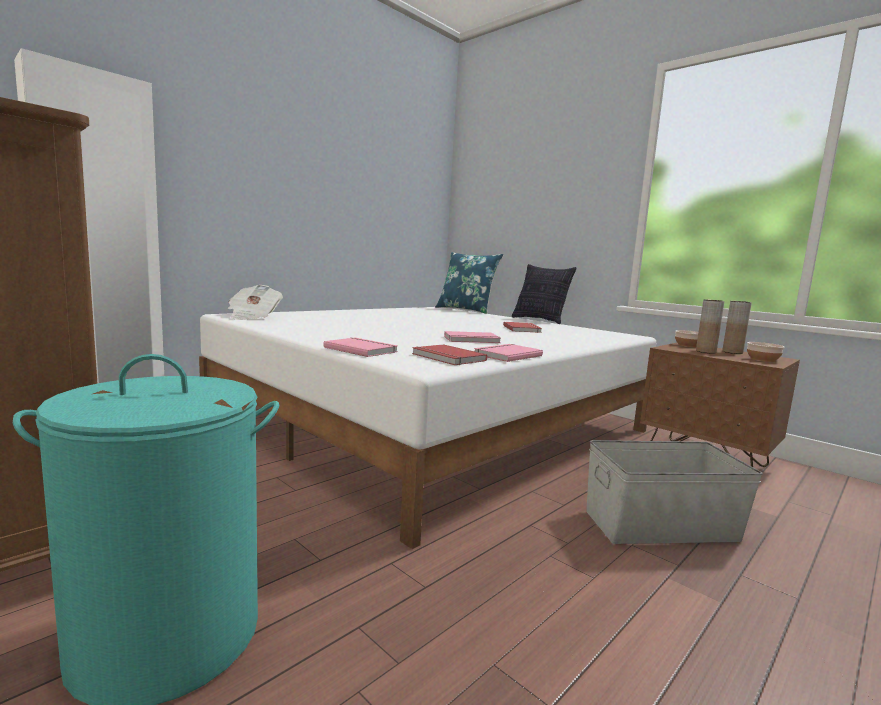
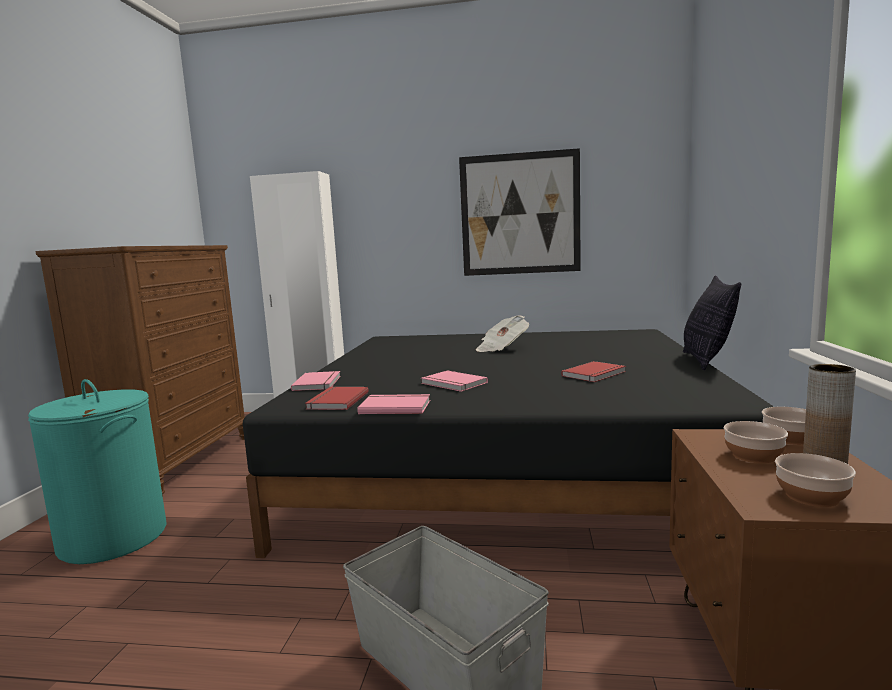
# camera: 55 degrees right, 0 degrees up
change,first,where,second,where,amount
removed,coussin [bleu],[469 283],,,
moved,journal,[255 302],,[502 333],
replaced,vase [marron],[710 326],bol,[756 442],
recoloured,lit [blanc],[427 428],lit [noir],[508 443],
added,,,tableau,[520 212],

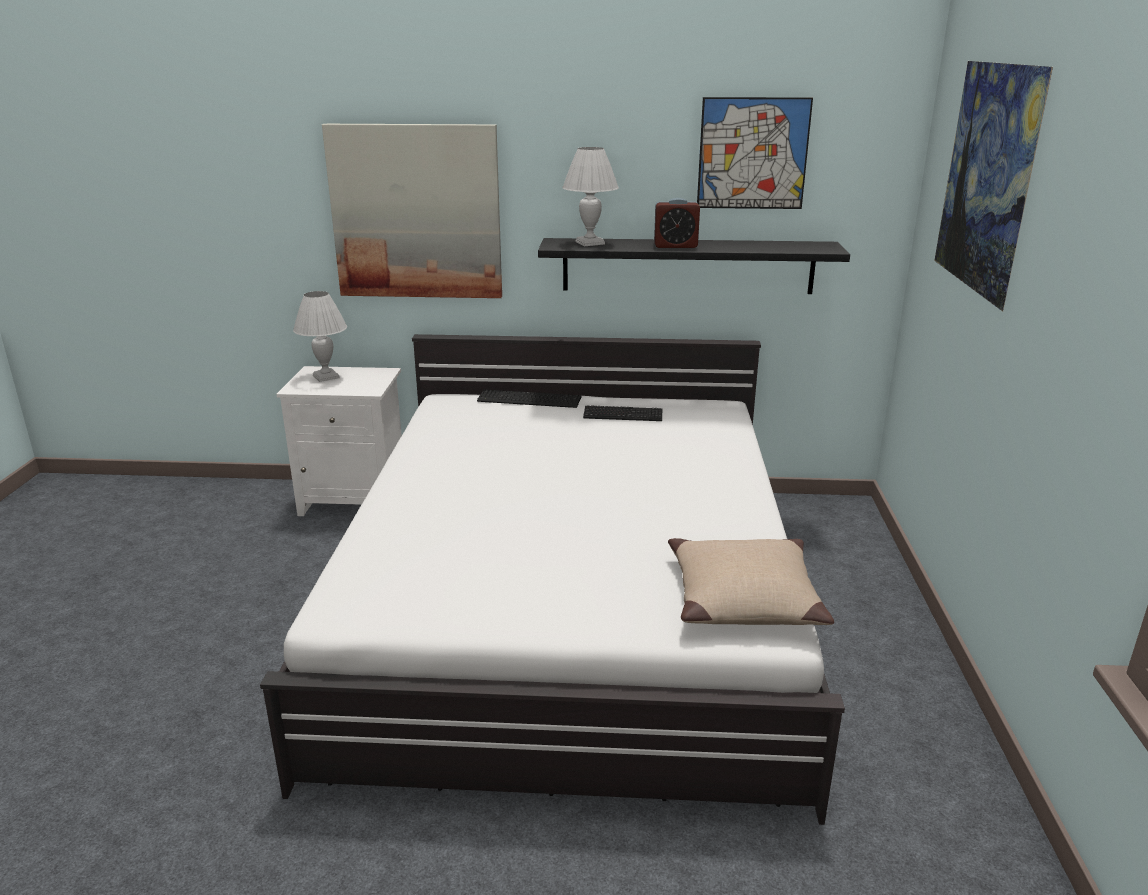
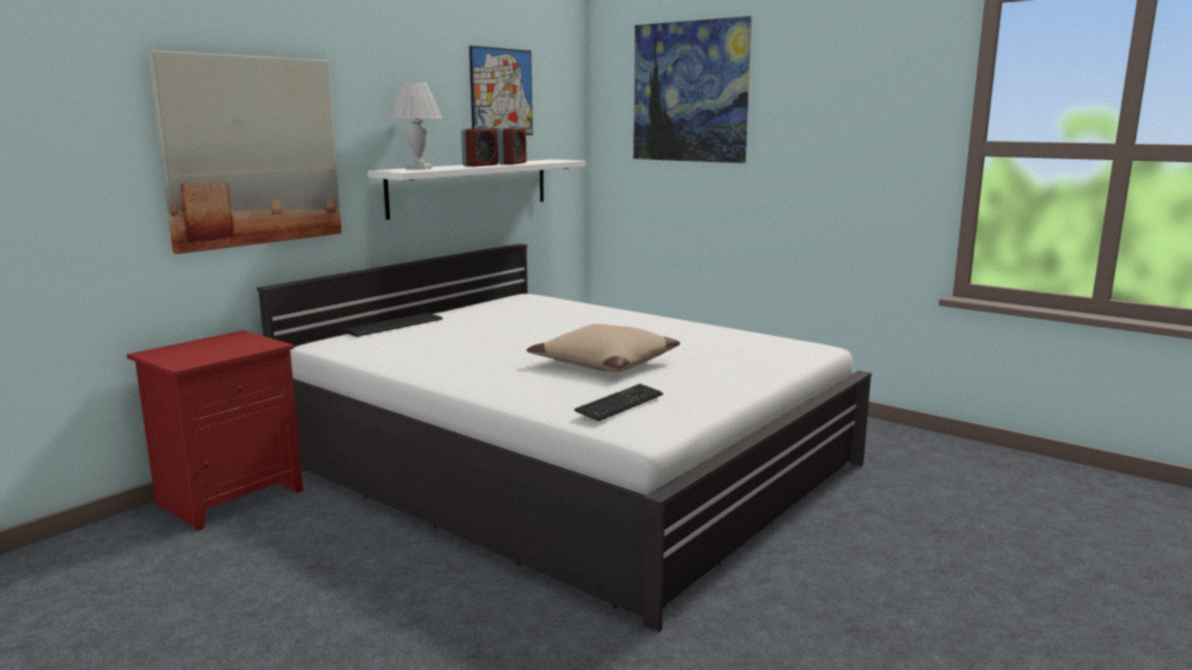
# camera: 55 degrees left, 10 degrees down
change,first,where,second,where,amount
recoloured,étagère [noir],[694 266],étagère [blanc],[476 189],
removed,lampe de table [blanc],[320 336],,,
recoloured,table de chevet [blanc],[339 441],table de chevet [rouge],[215 430],
moved,clavier,[622 413],,[618 402],
moved,coussin [beige],[751 581],,[603 348],
added,,,réveil,[512 144],

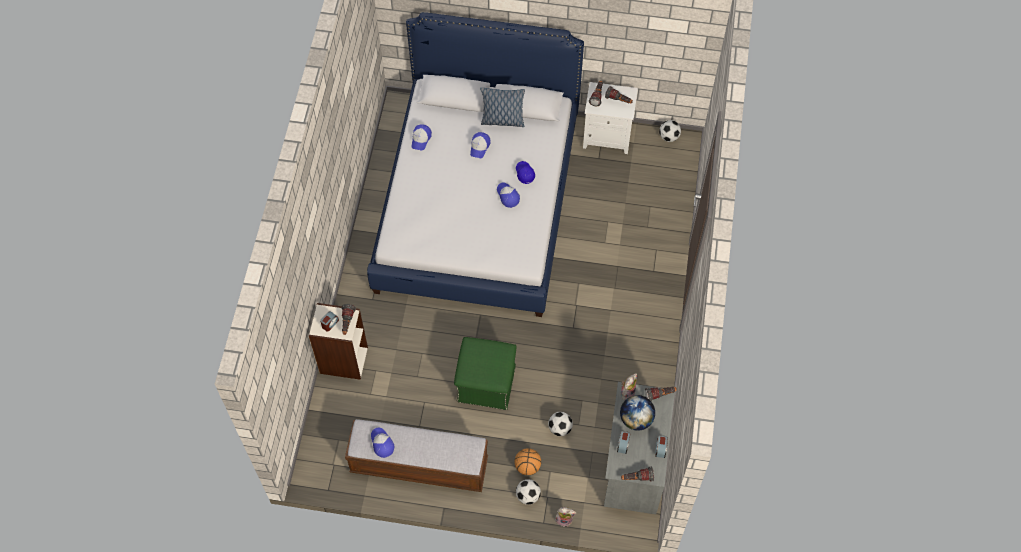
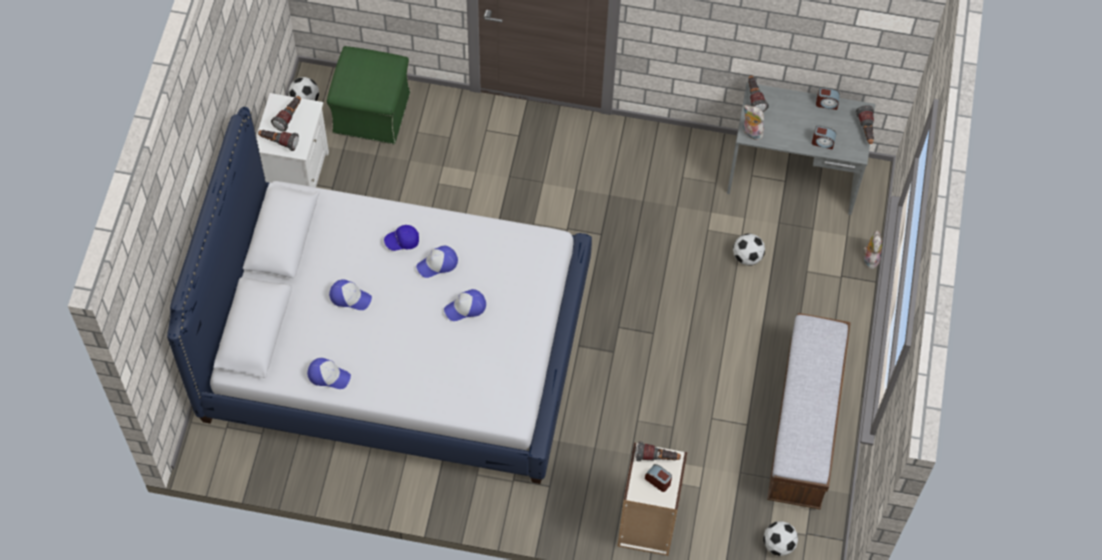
# camera: 90 degrees left, 0 degrees up
change,first,where,second,where,amount
removed,coussin,[502 107],,,
moved,pouf [vert],[485 373],,[369 95],
removed,globe,[637 413],,,
moved,casquette,[382 443],,[465 305],
removed,ballon de basket,[528 461],,,
moved,ballon de foot,[528 492],,[780 538],

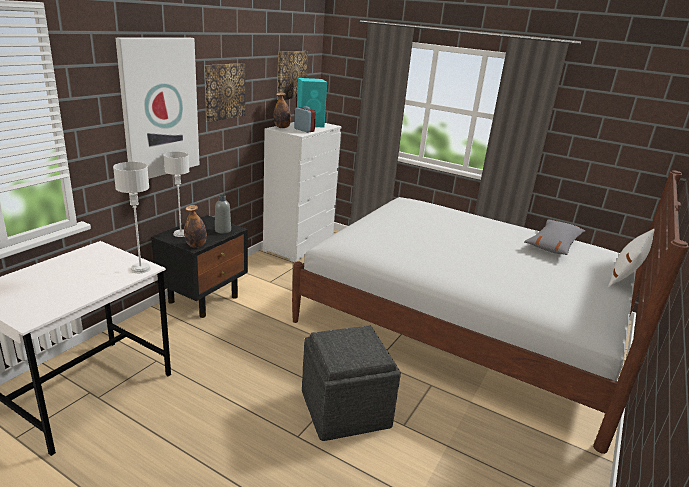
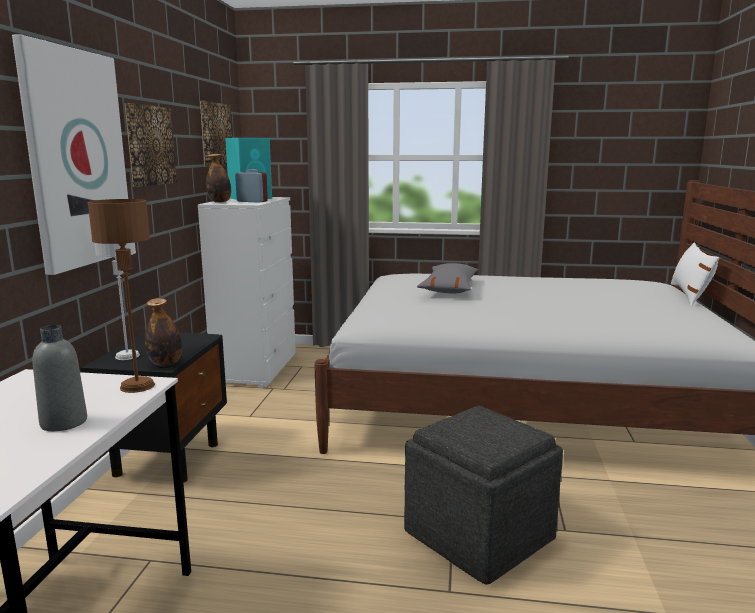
# camera: 20 degrees left, 10 degrees down
change,first,where,second,where,amount
recoloured,lampe de table [gris],[132 217],lampe de table [marron],[121 296],
moved,bouteille [gris],[223 214],,[59 378],
moved,coussin [gris],[554 237],,[447 278],

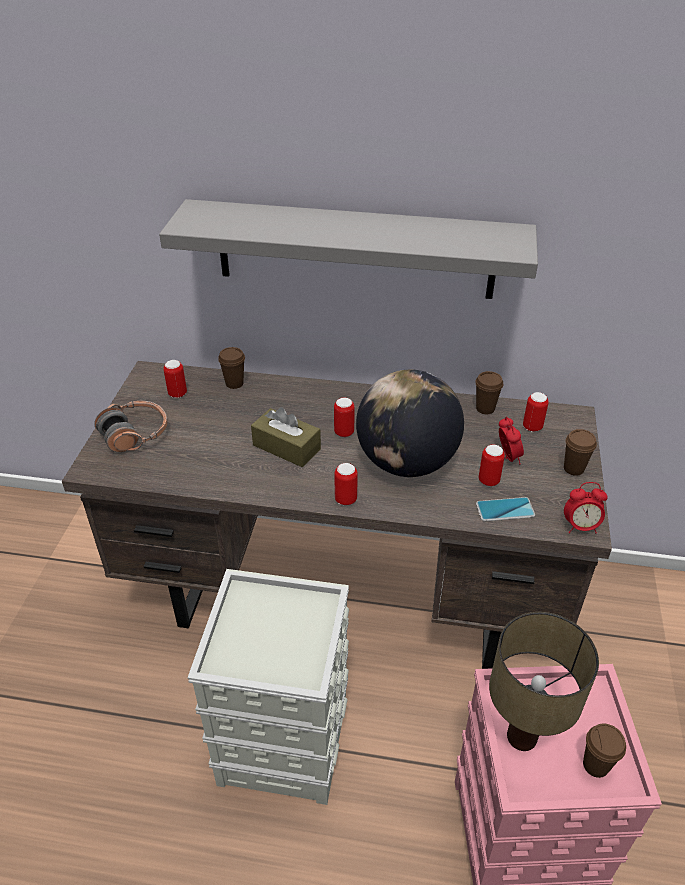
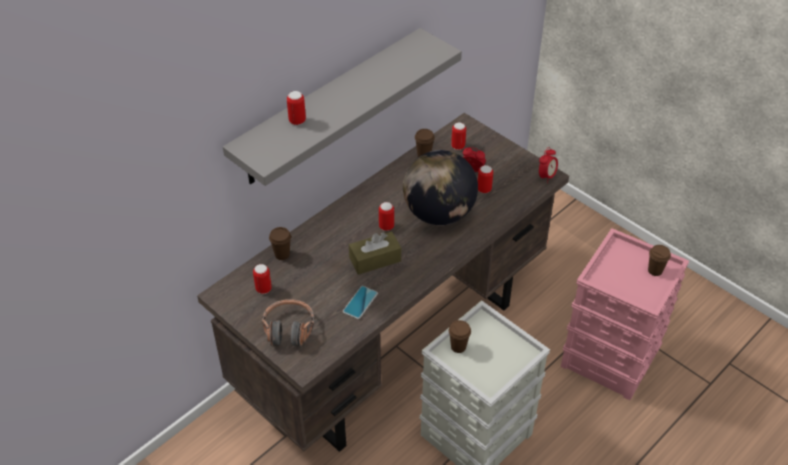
# camera: 55 degrees left, 5 degrees up
change,first,where,second,where,amount
moved,tasse [marron],[580 452],,[460 336],
moved,boîte métallique,[346 484],,[296 108],
moved,téléphone,[505 509],,[360 302],
removed,lampe de table,[544 681],,,

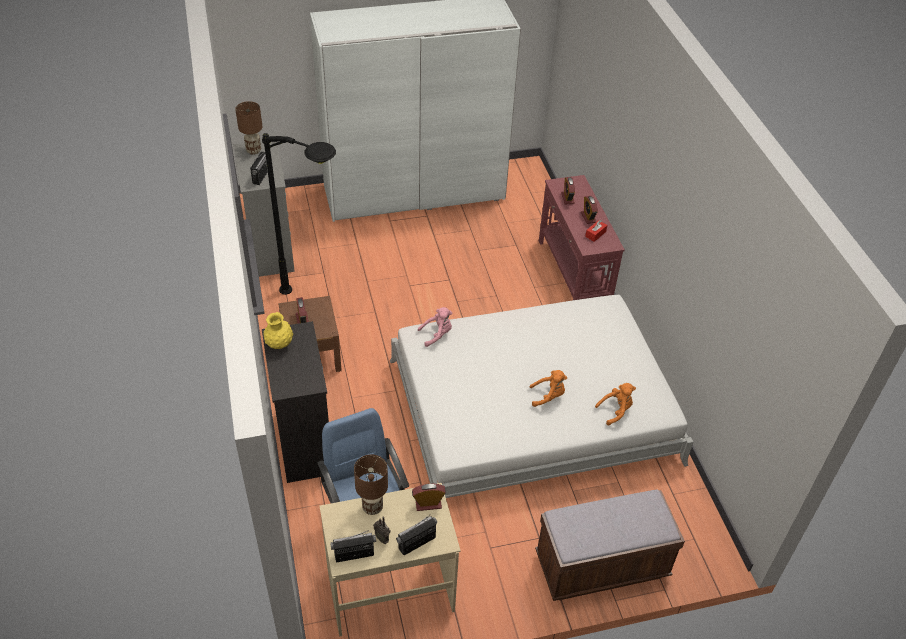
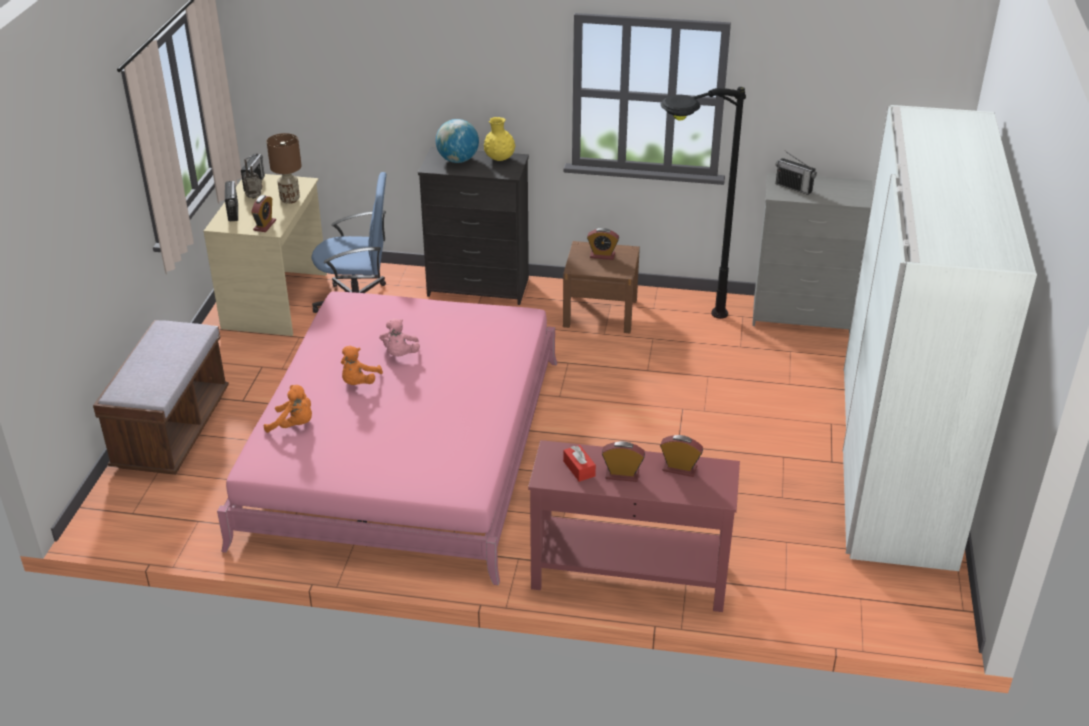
# camera: 115 degrees right, 10 degrees down
change,first,where,second,where,amount
removed,lampe de table [marron],[249 128],,,
recoloured,lit [blanc],[541 396],lit [rose],[387 438],
moved,peluche [rose],[435 327],,[399 337],
turned,peluche [orange],[615 404],,[288 409],75 degrees counterclockwise
added,,,globe,[457 141],

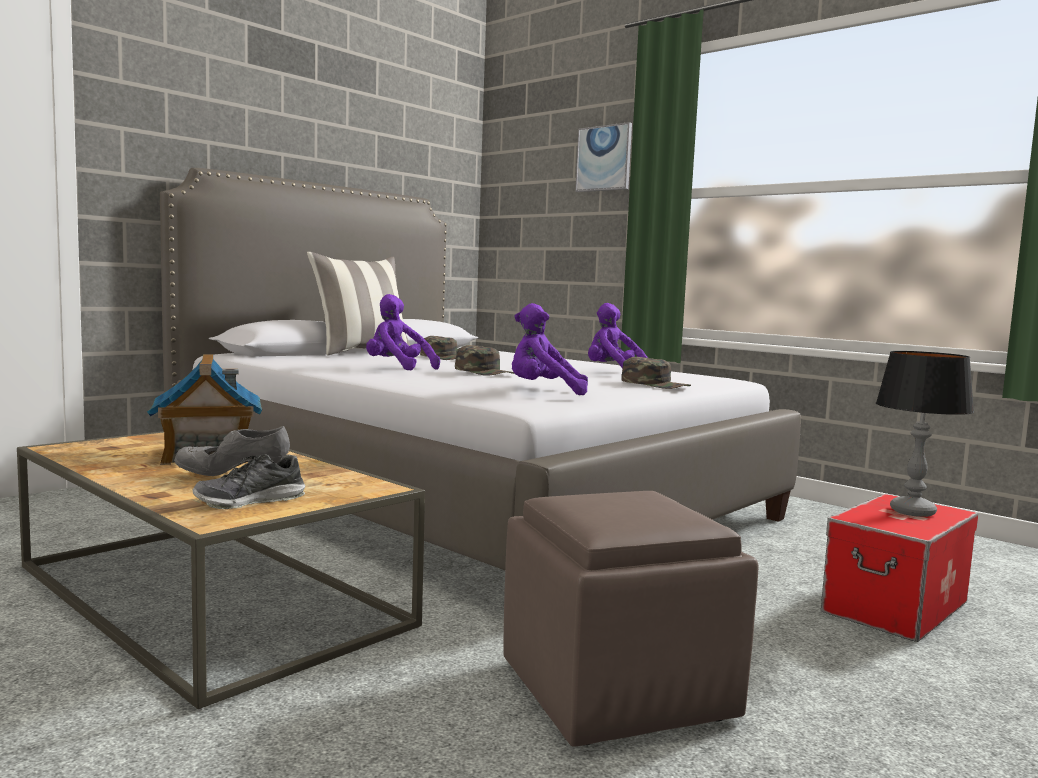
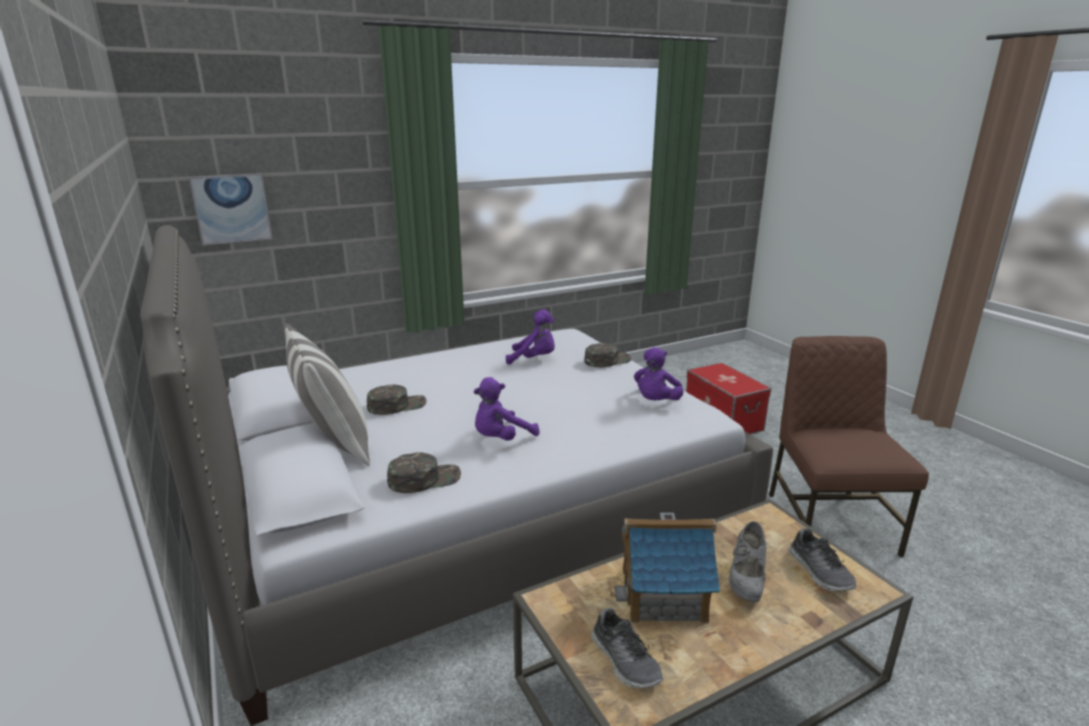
# camera: 70 degrees left, 15 degrees up
change,first,where,second,where,amount
moved,tableau,[604 157],,[231 210],
turned,peluche [violet],[618 336],,[530 337],135 degrees counterclockwise
moved,casquette [vert],[485 360],,[424 472],
removed,lampe de table,[925 434],,,
replaced,pouf [marron],[630 618],chaise [marron],[849 446],
added,,,chaussure,[627 648],

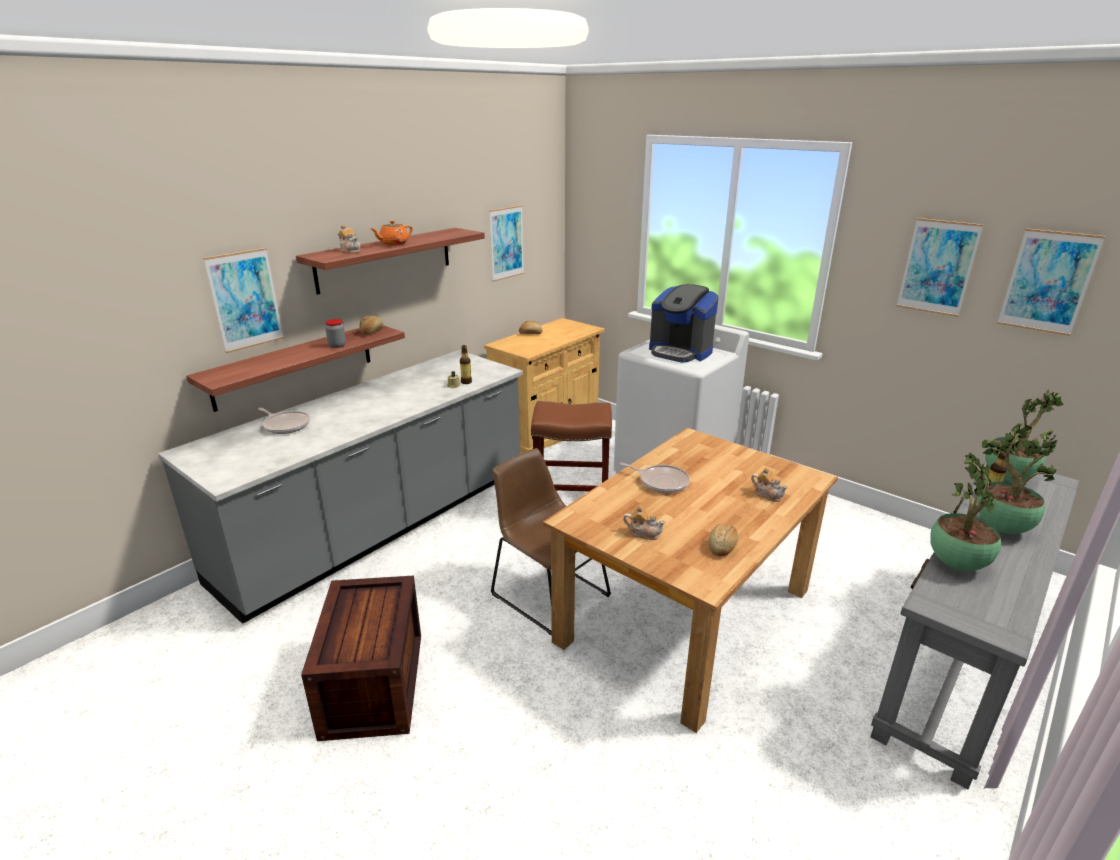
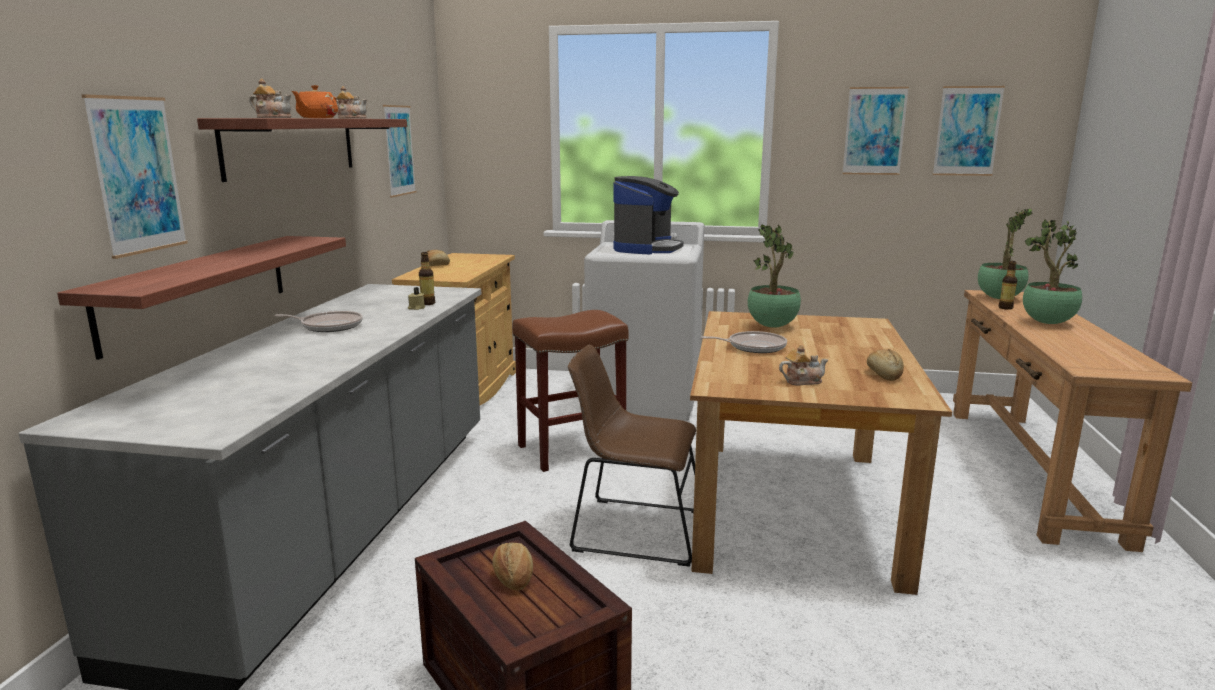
# camera: 30 degrees left, 10 degrees down
change,first,where,second,where,amount
turned,machine à café,[683 323],,[648 215],75 degrees counterclockwise
moved,pain,[371 325],,[512 566],
removed,bocal,[335 333],,,
moved,poêle,[284 421],,[318 321],
moved,plante en pot,[965 512],,[774 276],
recoloured,table console [gris],[975 625],table console [marron],[1072 421],
moved,théière,[769 485],,[351 102],

